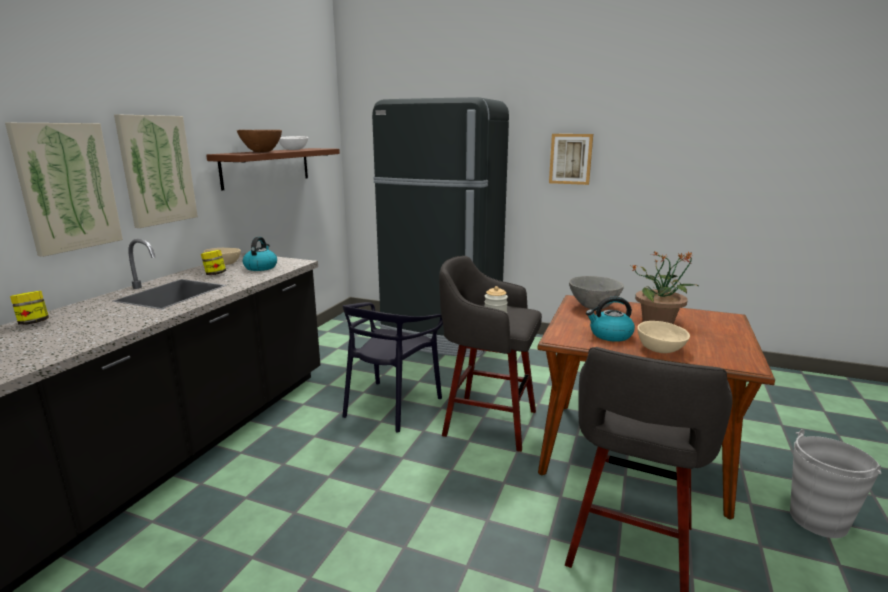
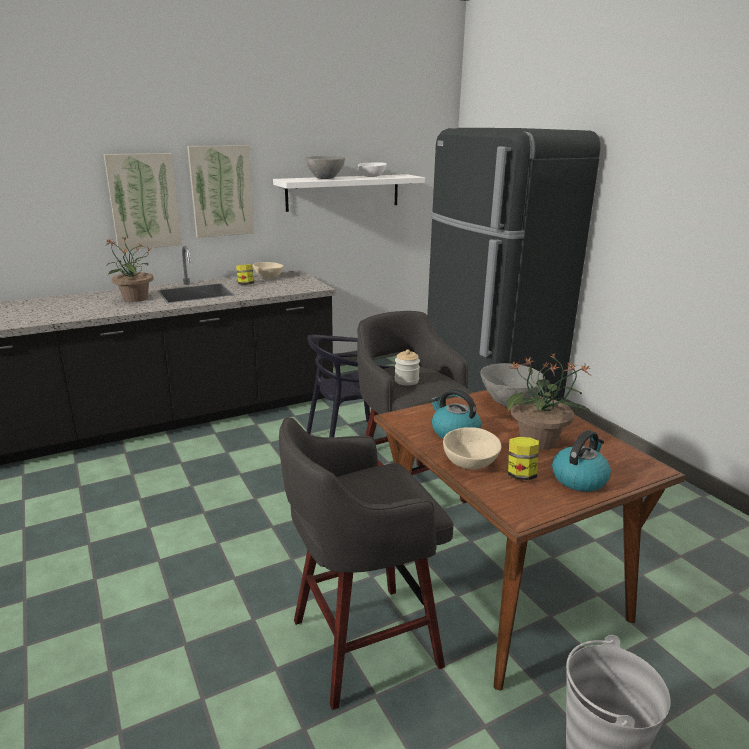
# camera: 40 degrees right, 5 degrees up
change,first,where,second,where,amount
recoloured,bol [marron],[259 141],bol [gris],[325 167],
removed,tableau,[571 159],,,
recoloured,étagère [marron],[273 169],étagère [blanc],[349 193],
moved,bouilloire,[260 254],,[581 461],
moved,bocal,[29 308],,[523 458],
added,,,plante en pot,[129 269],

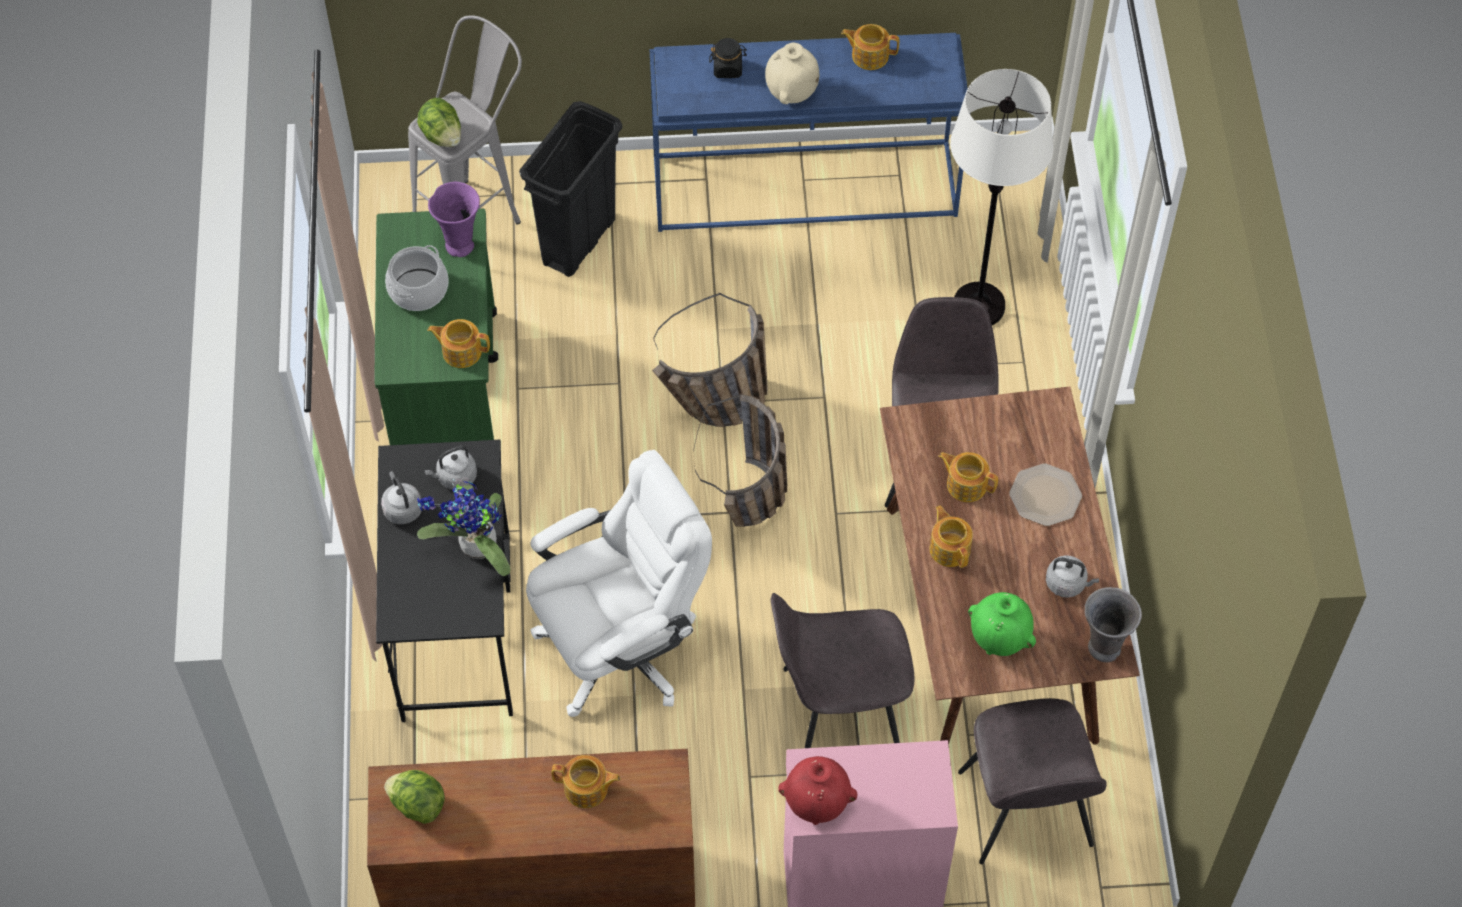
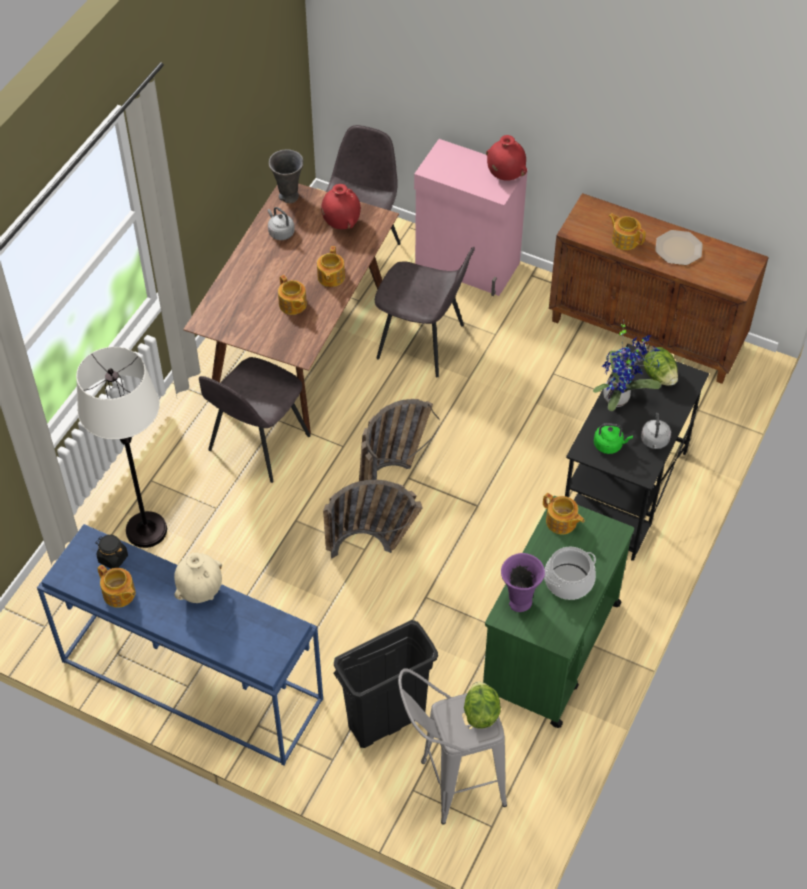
# camera: 150 degrees left, 5 degrees down
change,first,where,second,where,amount
moved,bocal [noir],[728 58],,[111 552],
recoloured,bouilloire [gris],[450 468],bouilloire [vert],[613 438],
removed,chaise de bureau [blanc],[619 583],,,
moved,assiette,[1045 494],,[679 247],
recoloured,vase [vert],[1002 624],vase [rouge],[341 206],
moved,laitue,[414 797],,[660 366],

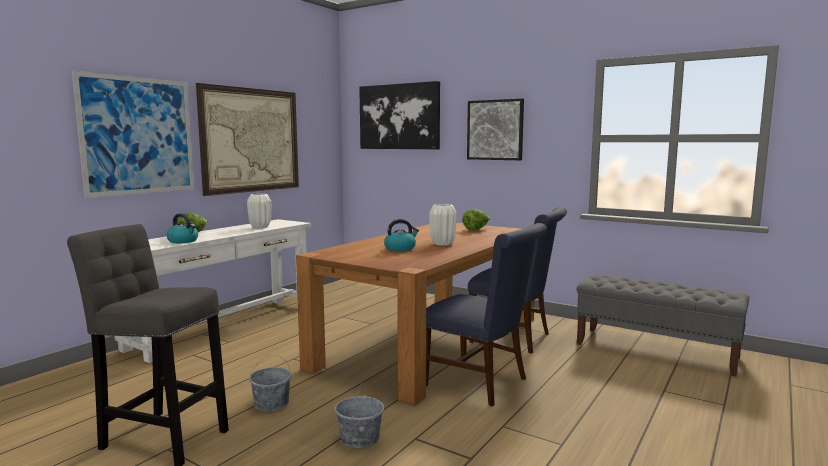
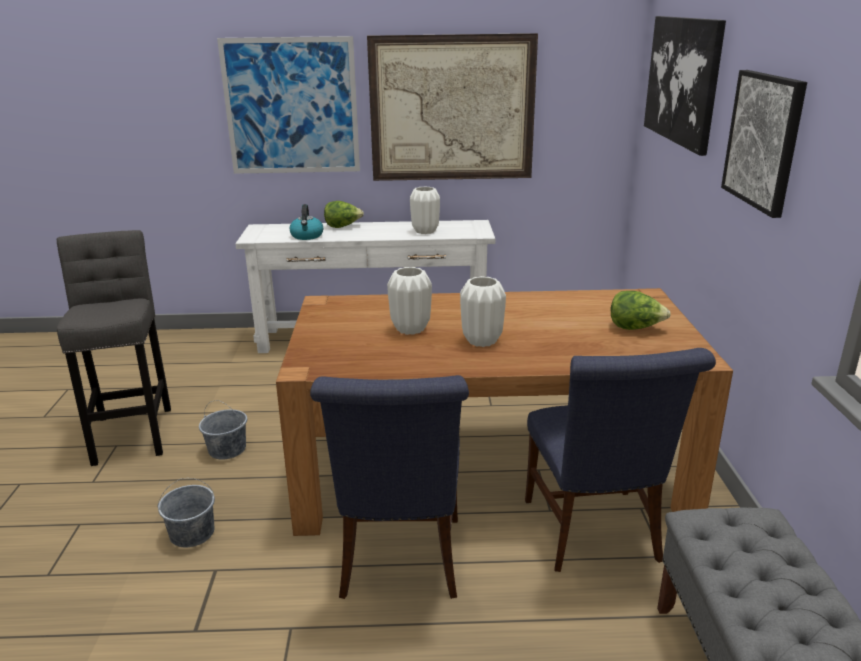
# camera: 55 degrees right, 15 degrees up
change,first,where,second,where,amount
replaced,bouilloire,[401 235],vase [blanc],[409 301],

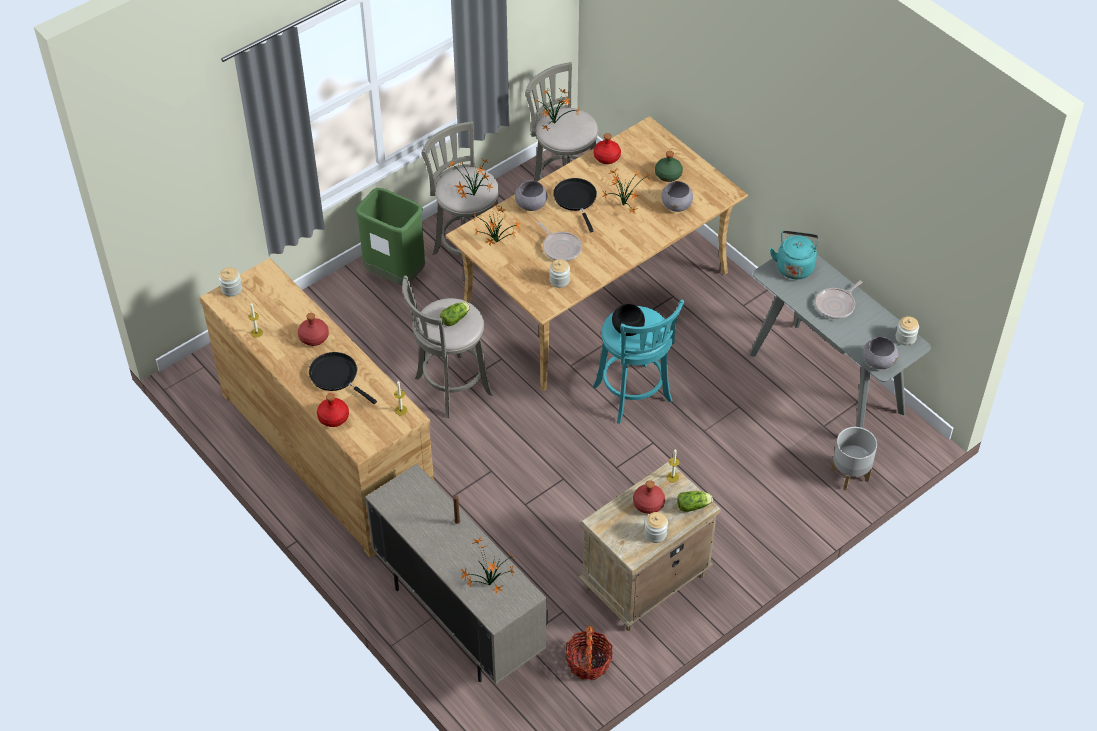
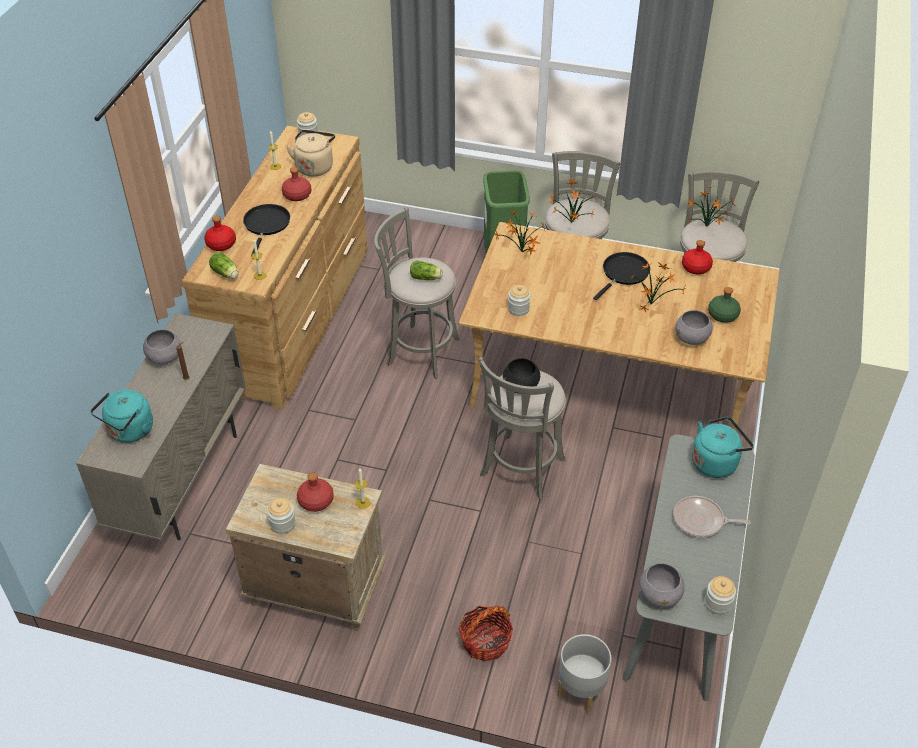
# camera: 55 degrees right, 5 degrees down
change,first,where,second,where,amount
moved,bol [gris],[531 196],,[162 347],
removed,poêle,[560 241],,,
recoloured,tabouret [turquoise],[638 362],tabouret [gris],[522 428],
moved,laitue,[695 501],,[223 265],
replaced,plante en pot,[487 565],bouilloire [turquoise],[121 416],
moved,panier,[589 653],,[486 633],
added,,,bouilloire [beige],[310 153],

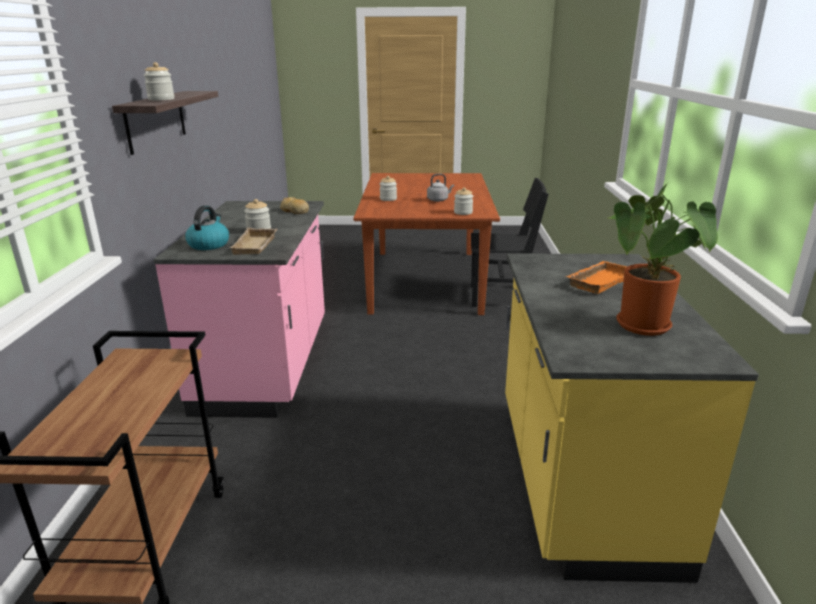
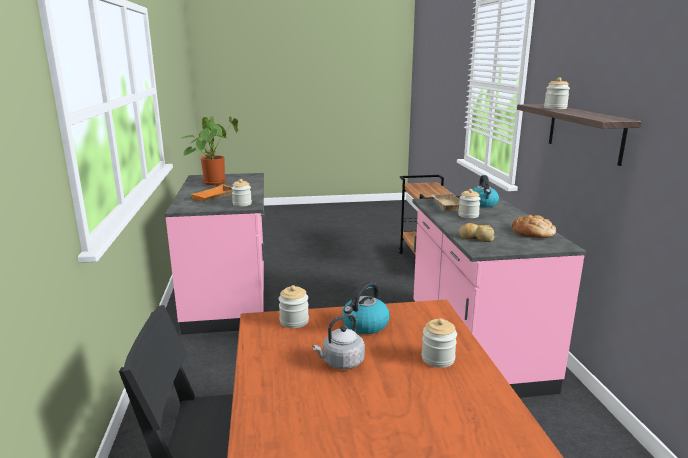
# camera: 170 degrees right, 5 degrees down
change,first,where,second,where,amount
recoloured,comptoir de cuisine [jaune],[632 418],comptoir de cuisine [rose],[214 254],
added,,,bocal,[241 193],
added,,,pain,[534 226],
added,,,bouilloire,[366 307],

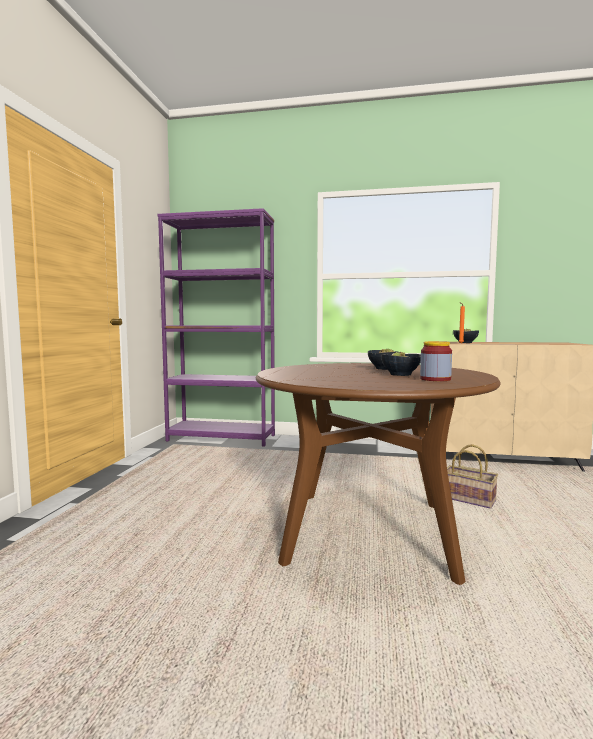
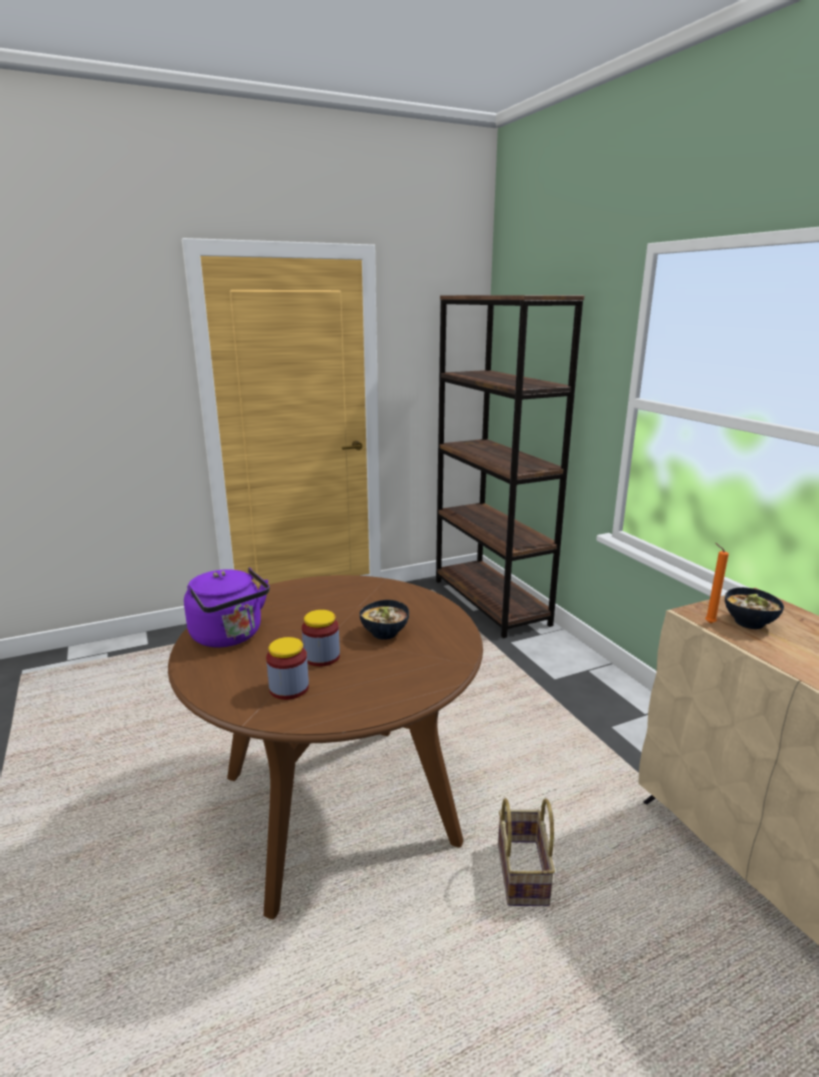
# camera: 55 degrees right, 15 degrees up
change,first,where,second,where,amount
recoloured,bibliothèque [violet],[216 327],bibliothèque [marron],[510 466],
replaced,bol,[401 364],bocal,[321 638],
added,,,bouilloire [violet],[227 607],

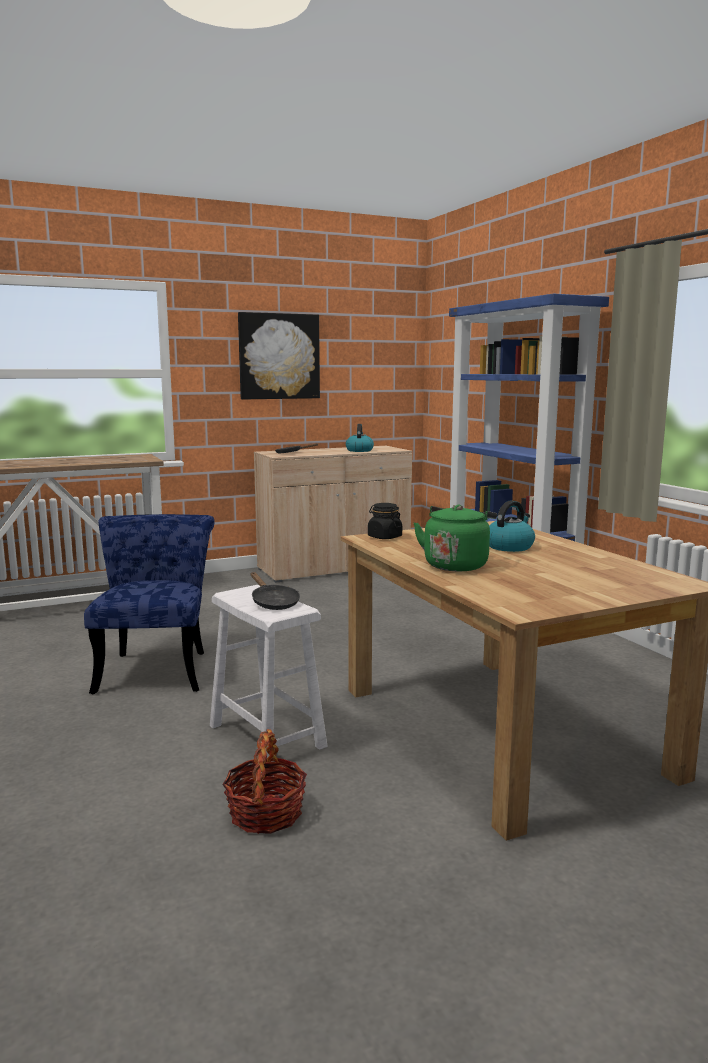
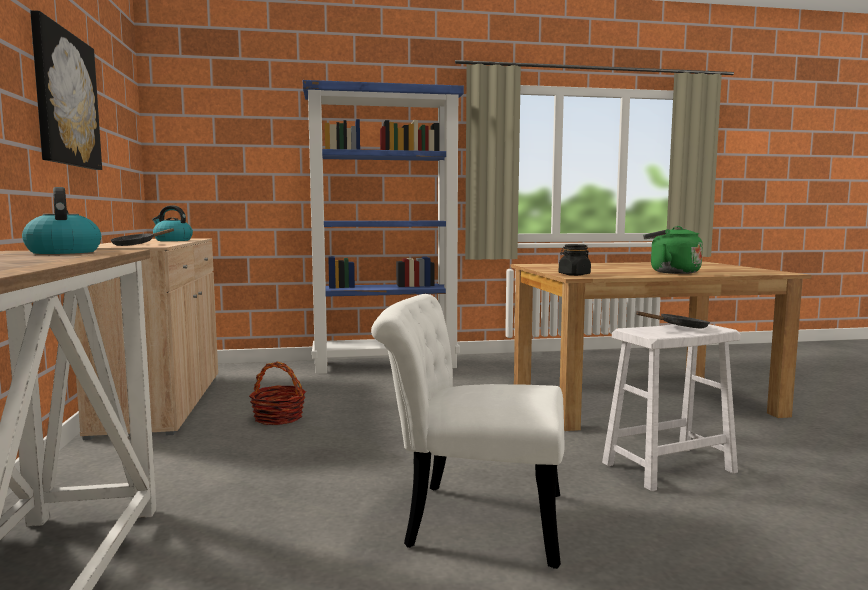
# camera: 75 degrees left, 5 degrees down
change,first,where,second,where,amount
moved,bouilloire,[512 526],,[61 220],
recoloured,chaise [bleu],[149 604],chaise [blanc],[468 431],
moved,panier,[264 781],,[277 393],

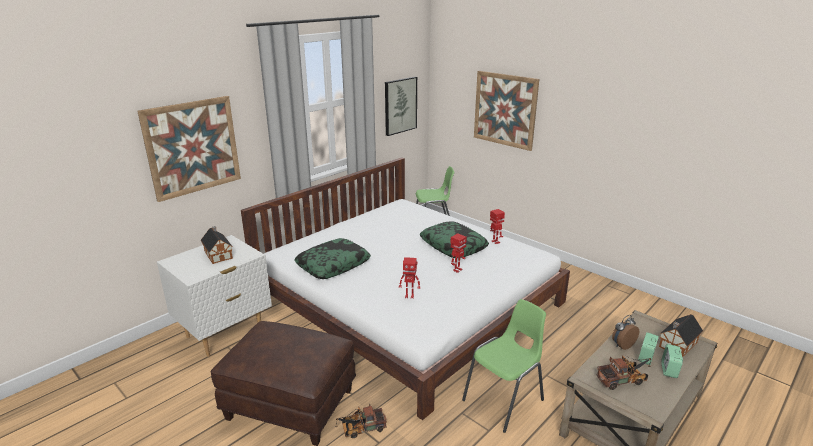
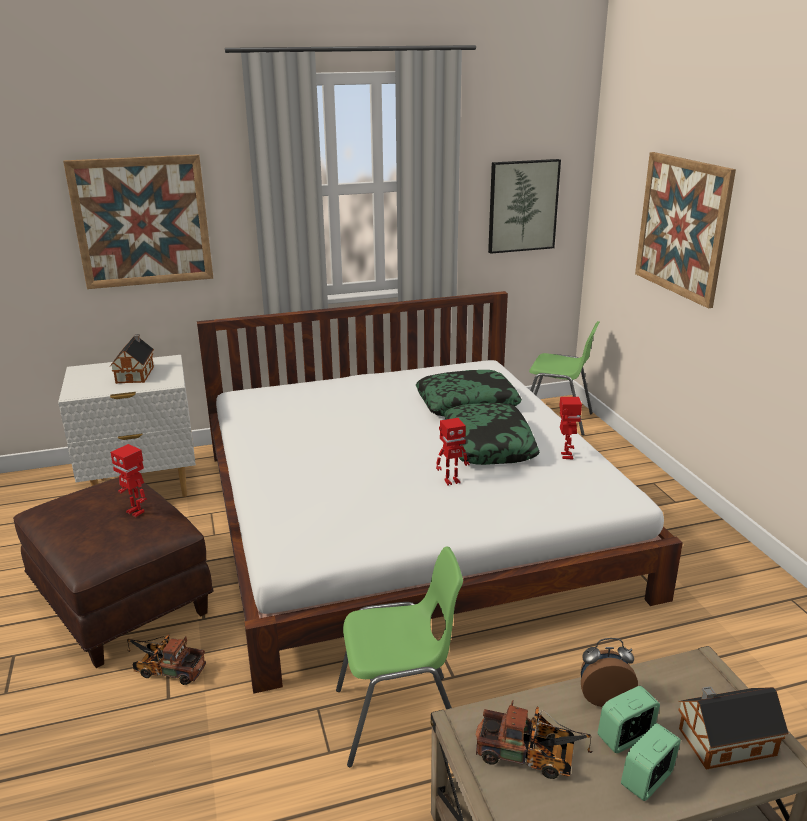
# camera: 30 degrees right, 0 degrees up
change,first,where,second,where,amount
moved,coussin,[332 258],,[469 393],
moved,robot jouet,[409 278],,[128 480],

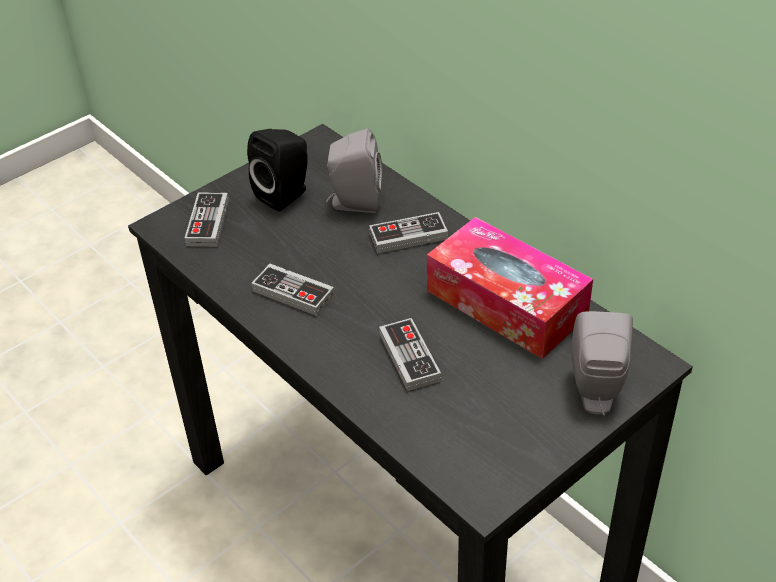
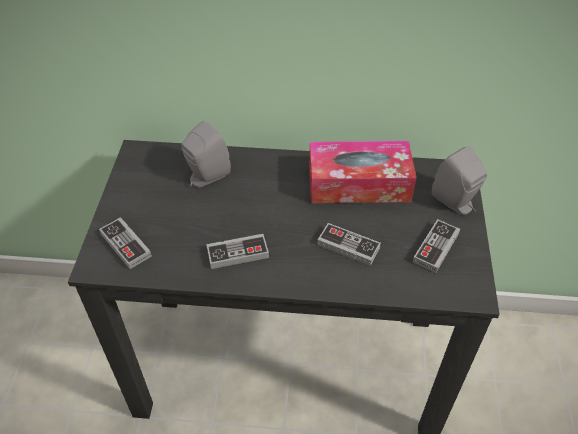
# camera: 45 degrees left, 5 degrees up
change,first,where,second,where,amount
removed,enceinte [noir],[277 170],,,
moved,manette,[408 233],,[436 246],

